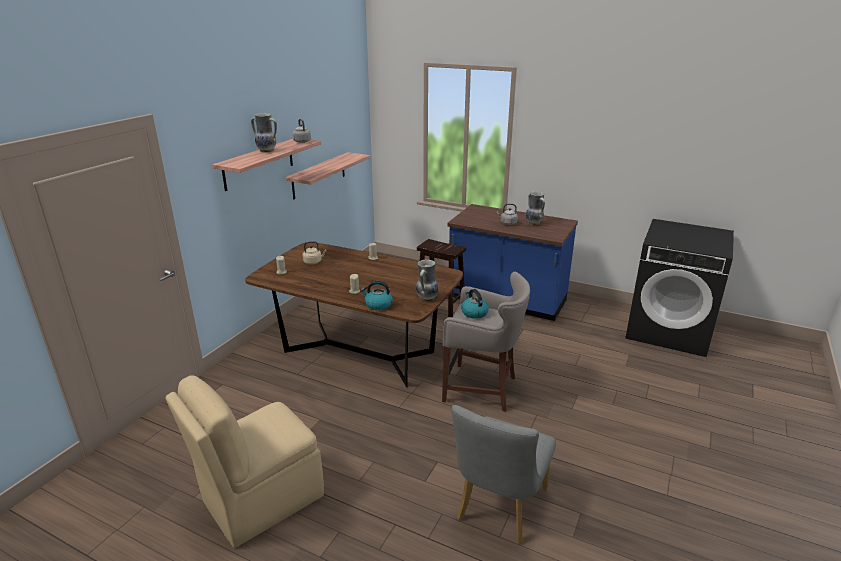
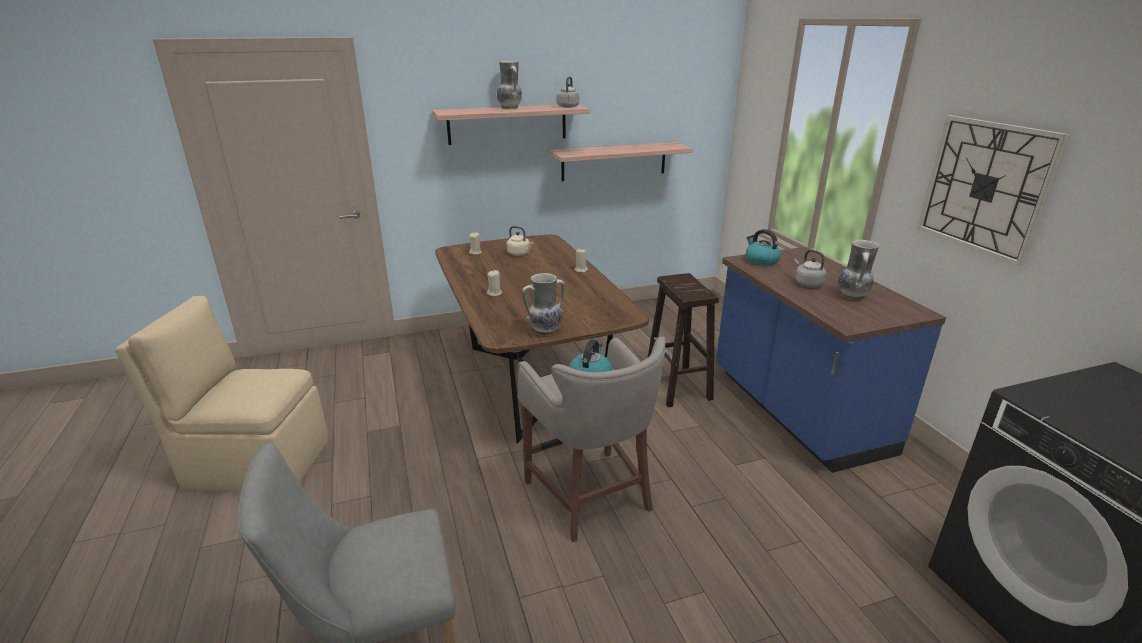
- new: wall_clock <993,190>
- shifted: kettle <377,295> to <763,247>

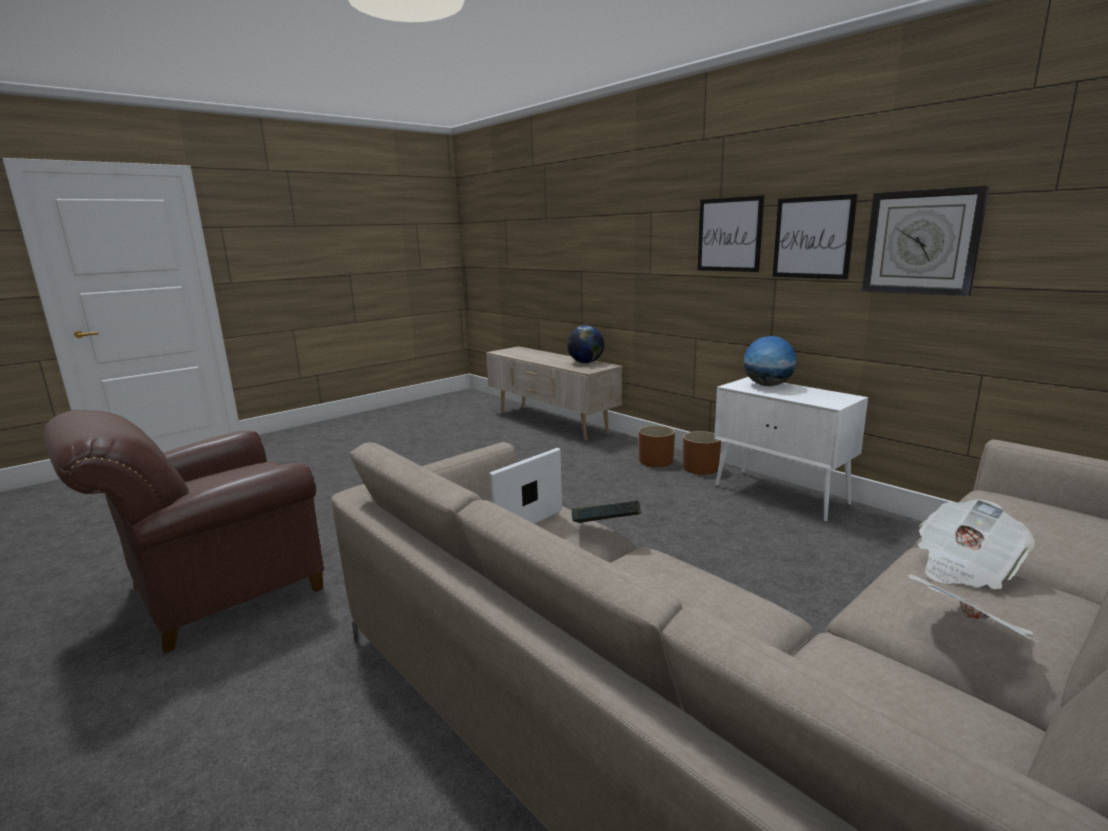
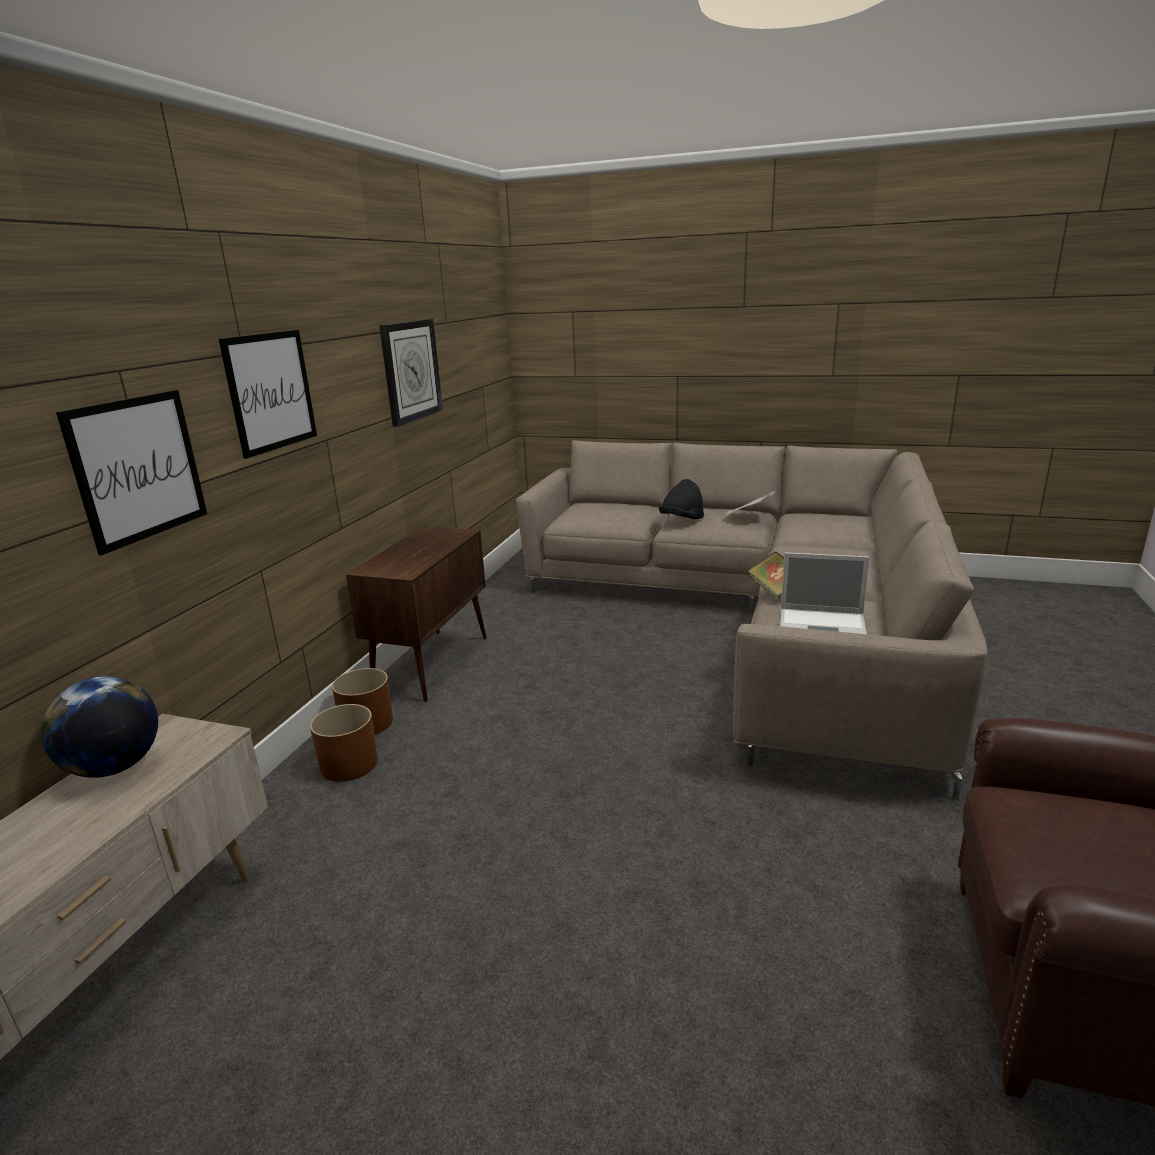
- gone: globe <770,361>
- shifted: picture <814,237> to <131,472>
- swapped: newspaper <976,544> to black_hat <681,499>
- repainted: white_cabinet <791,449> to brown_cabinet <416,614>

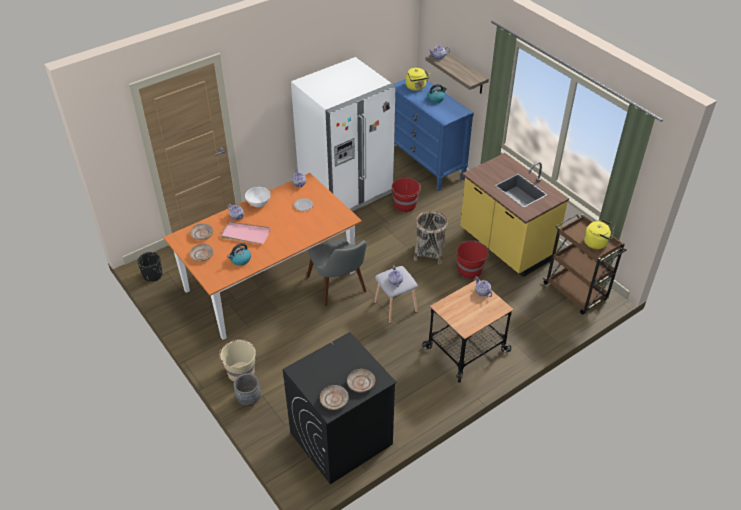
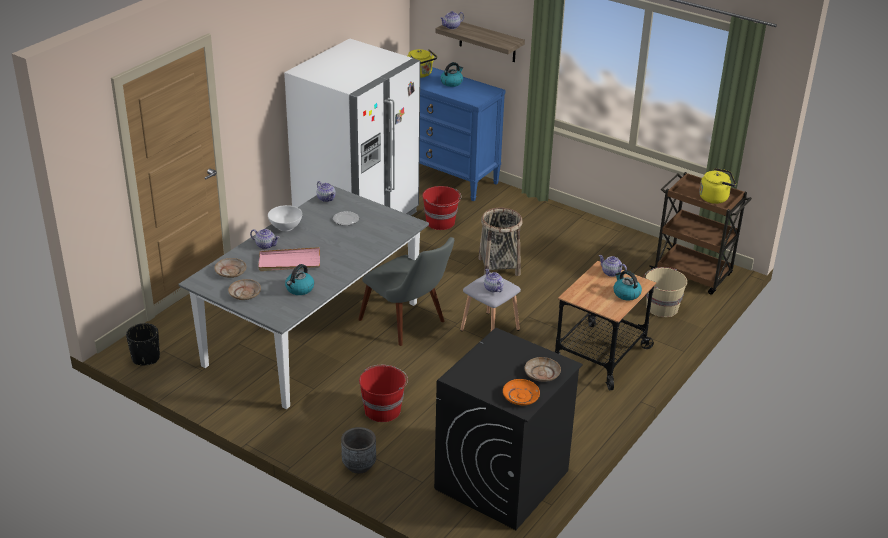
- gone: yellow_counter <514,215>
- new: kettle <627,285>
- shifted: beige_bucket <237,360> to <665,292>
- shifted: red_bucket <473,259> to <383,393>
- repainted: orange_dining_table <262,256> to grey_dining_table <304,297>
- repainted: beige_plate <334,397> to orange_plate <521,392>

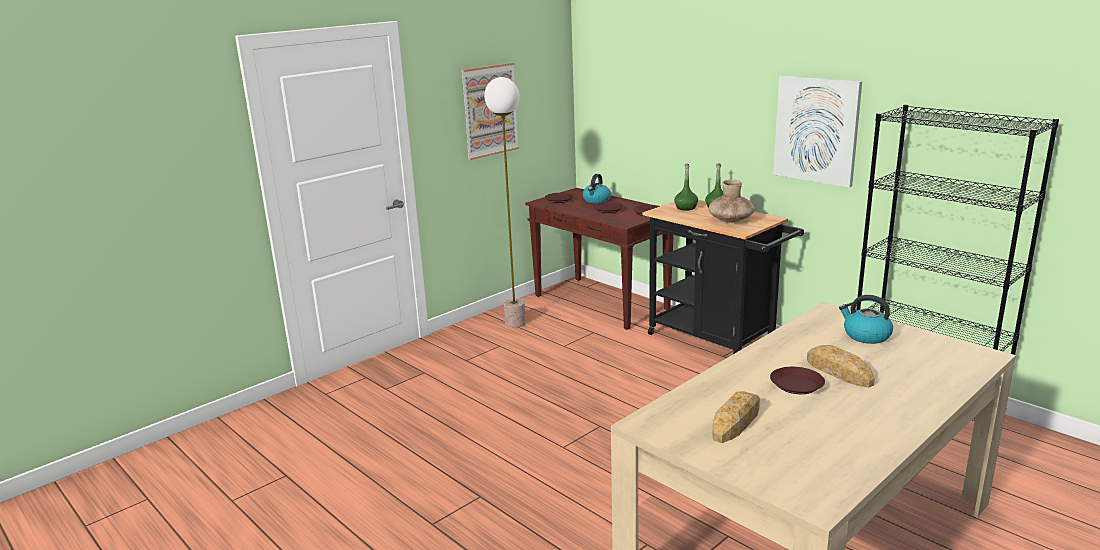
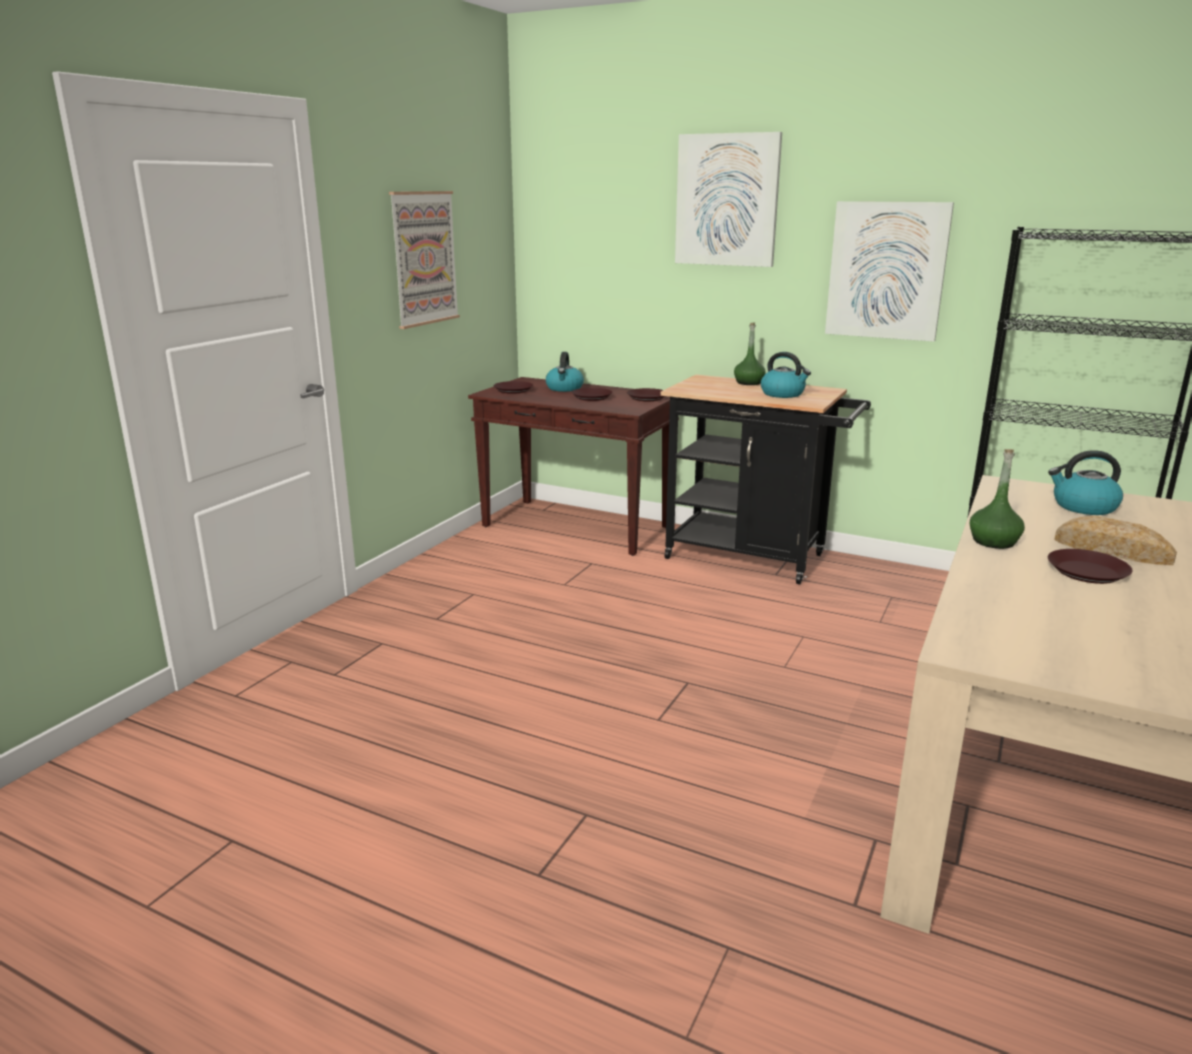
- gone: floor_lamp <505,202>
- gone: bread <736,417>
- new: picture <728,199>
- shifted: green_bottle <686,187> to <997,499>
- swapped: brown_vase <731,201> to kettle <786,375>

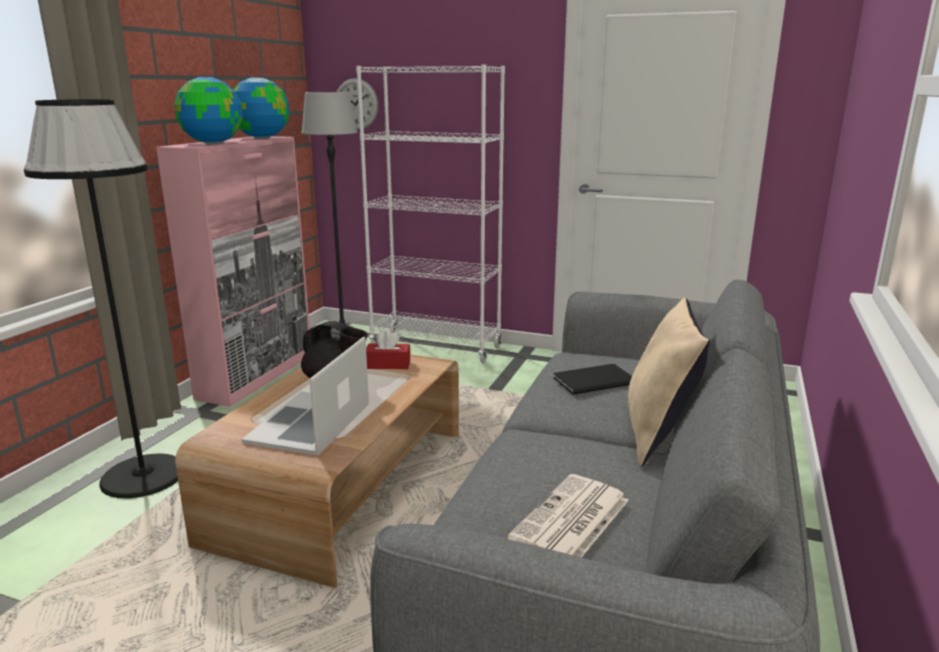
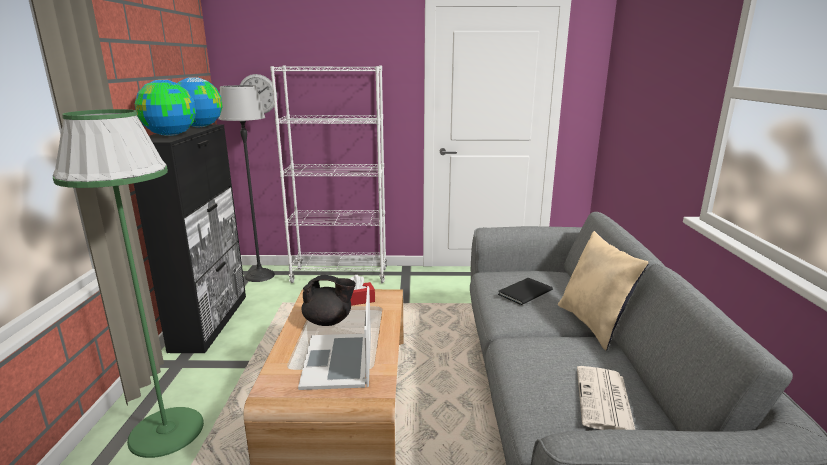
- repainted: black_floor_lamp <101,298> to green_floor_lamp <128,283>
- repainted: pink_cabinet <233,271> to black_cabinet <190,238>

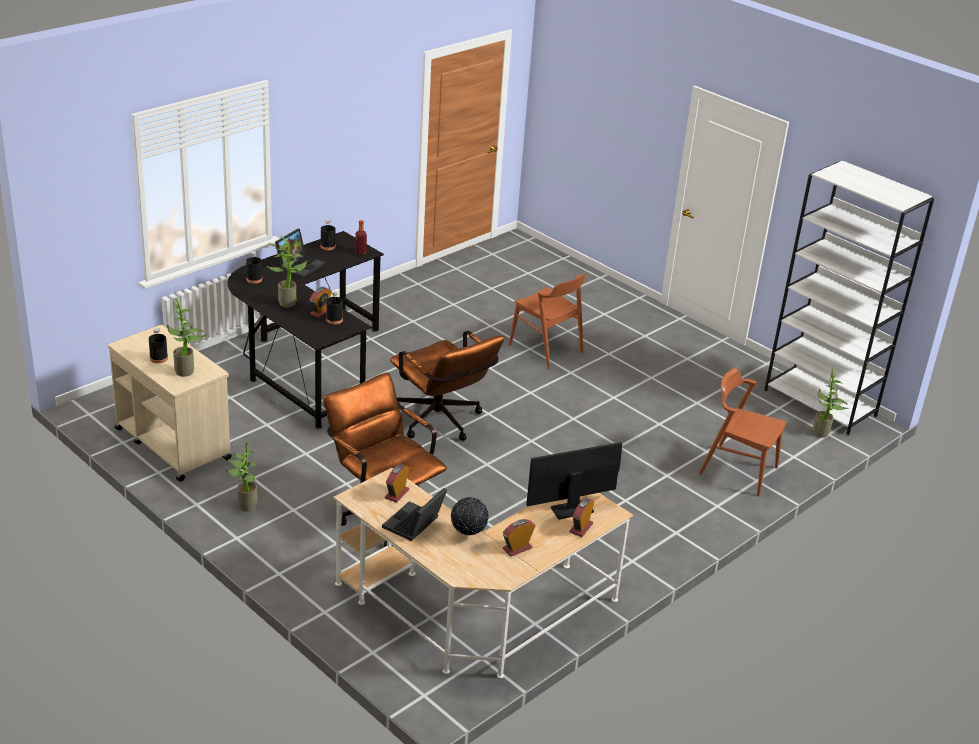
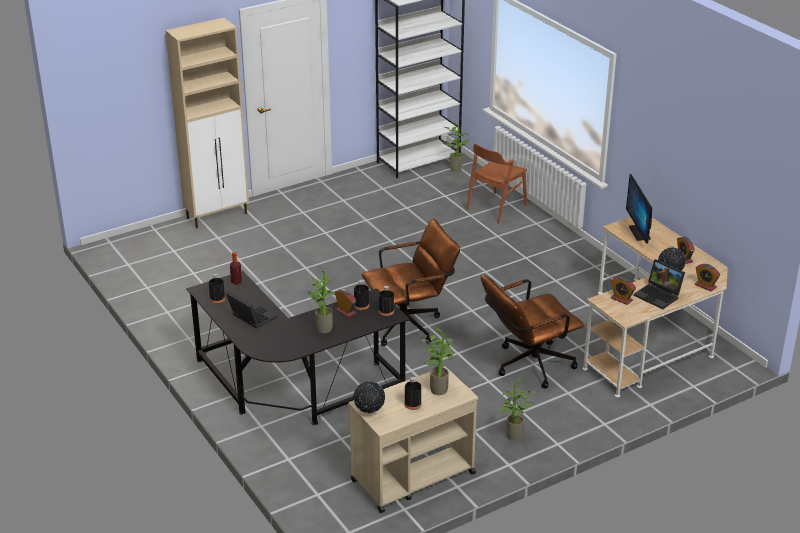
- gone: brown_chair <547,321>
- new: beige_cabinet <207,123>
- new: globe <369,397>
- shifted: black_bottle <254,267> to <386,300>
- shifted: alarm_clock <581,517> to <707,278>

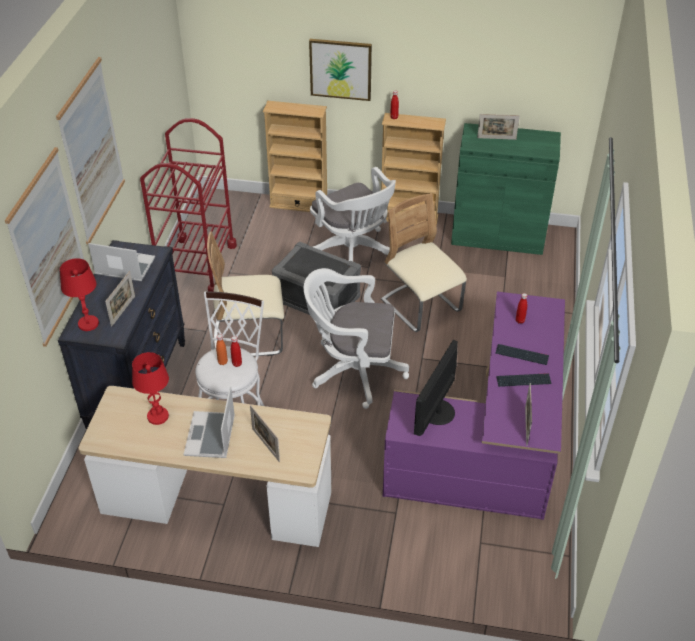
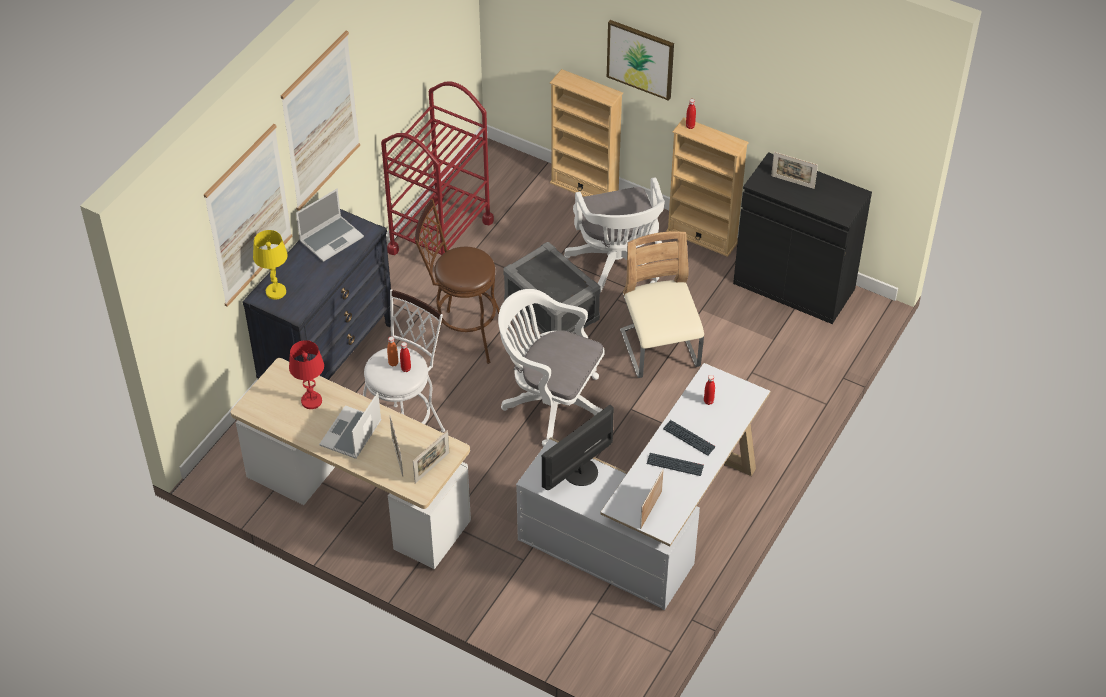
- shifted: picture_frame <120,299> to <431,457>
- swapped: beige_chair <245,294> to brown_stool <457,281>
- repainted: red_table_lamp <79,294> to yellow_table_lamp <270,265>
- repainted: purple_desk <474,406> to white_desk <643,486>
- repainted: green_cabinet <506,189> to black_cabinet <802,238>
- rotated: laptop <121,262> = <330,225> 105 degrees clockwise

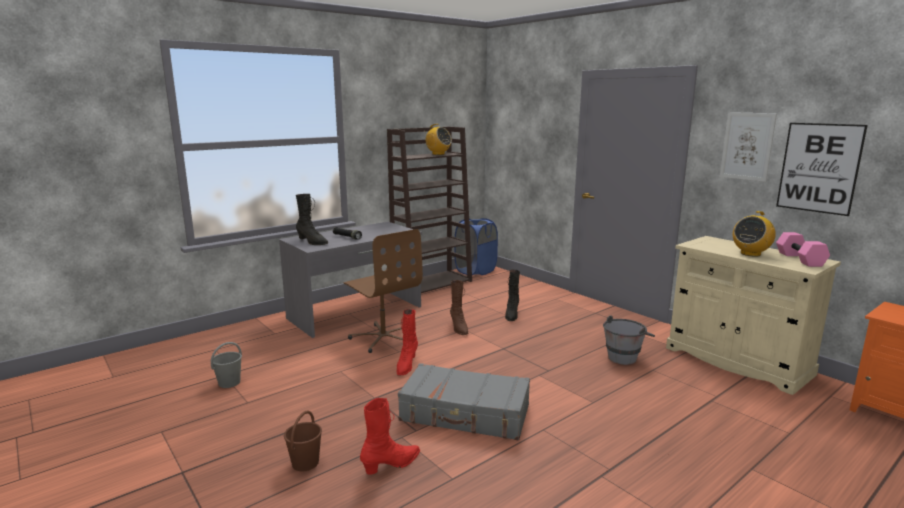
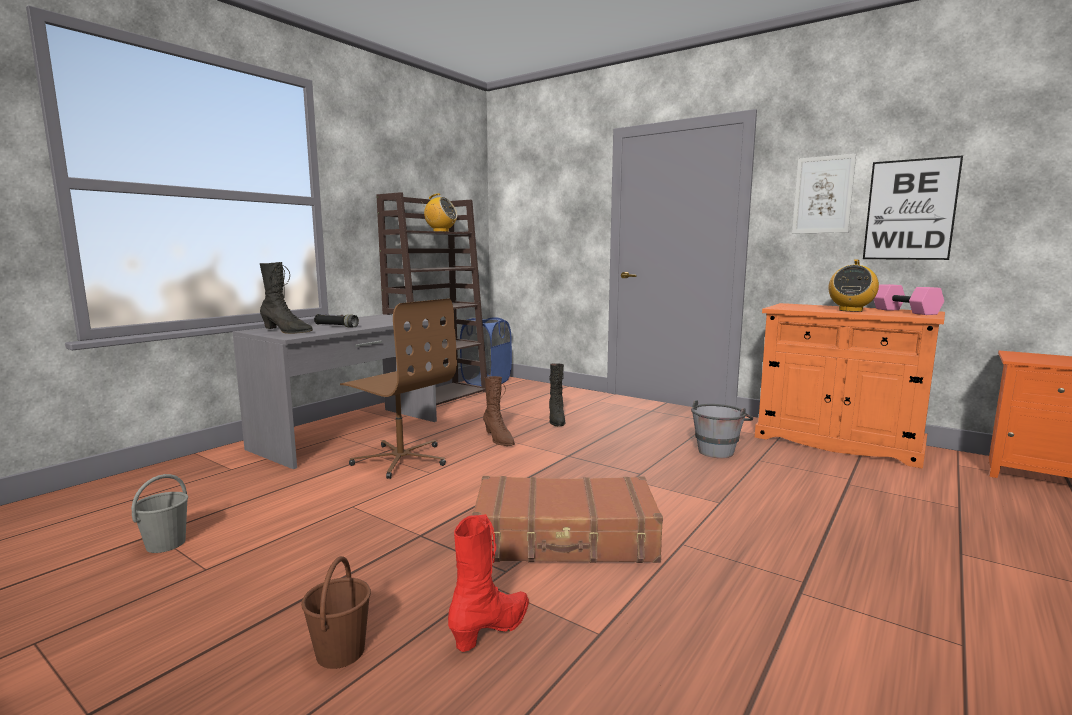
- gone: red_boot <407,342>
- repainted: grey_suitcase <464,401> to brown_suitcase <567,519>
- repainted: beige_cabinet <753,315> to orange_cabinet <850,385>

